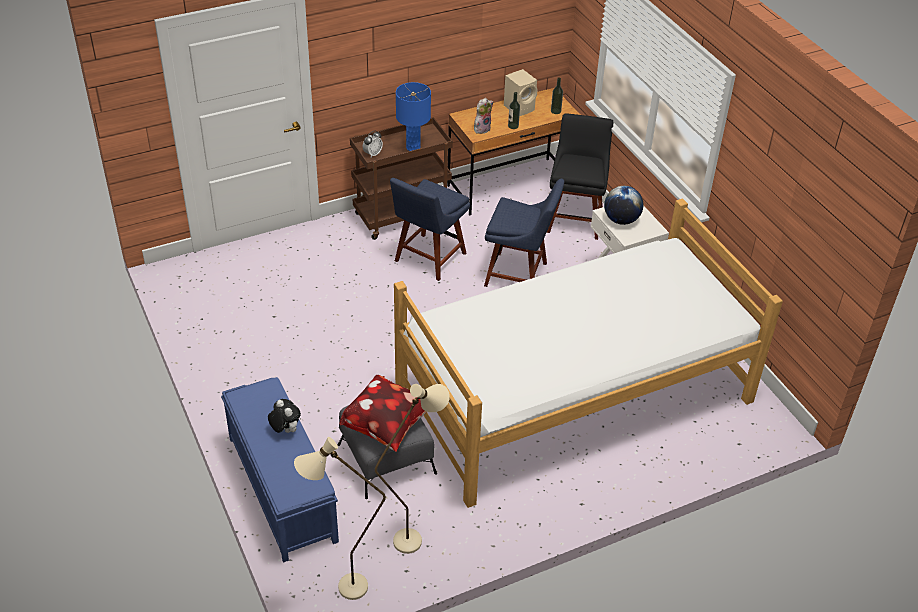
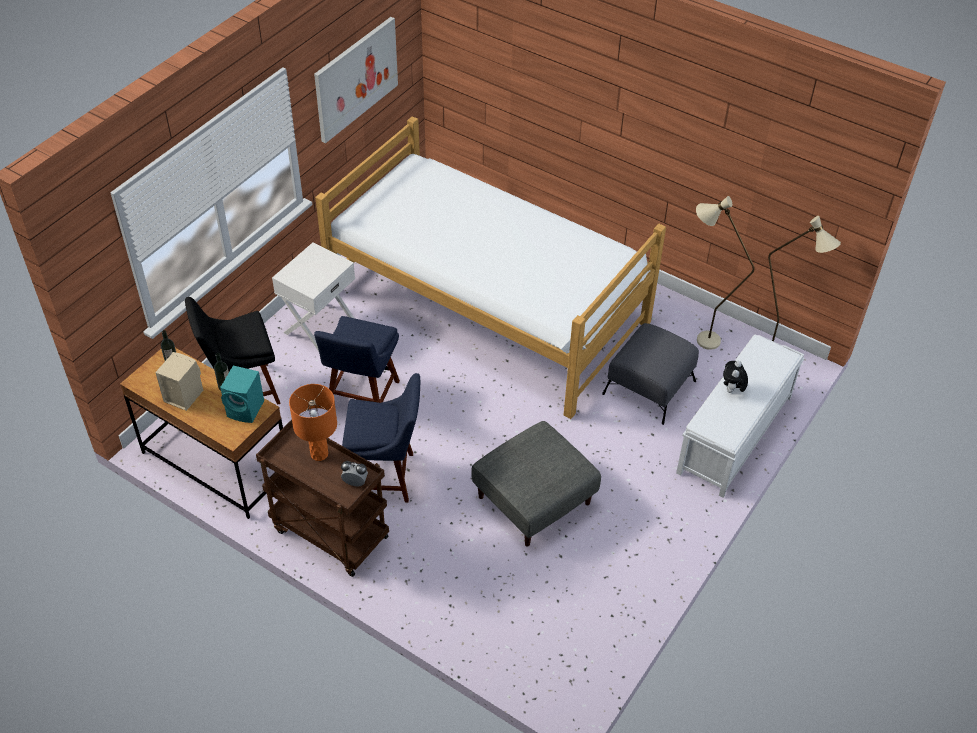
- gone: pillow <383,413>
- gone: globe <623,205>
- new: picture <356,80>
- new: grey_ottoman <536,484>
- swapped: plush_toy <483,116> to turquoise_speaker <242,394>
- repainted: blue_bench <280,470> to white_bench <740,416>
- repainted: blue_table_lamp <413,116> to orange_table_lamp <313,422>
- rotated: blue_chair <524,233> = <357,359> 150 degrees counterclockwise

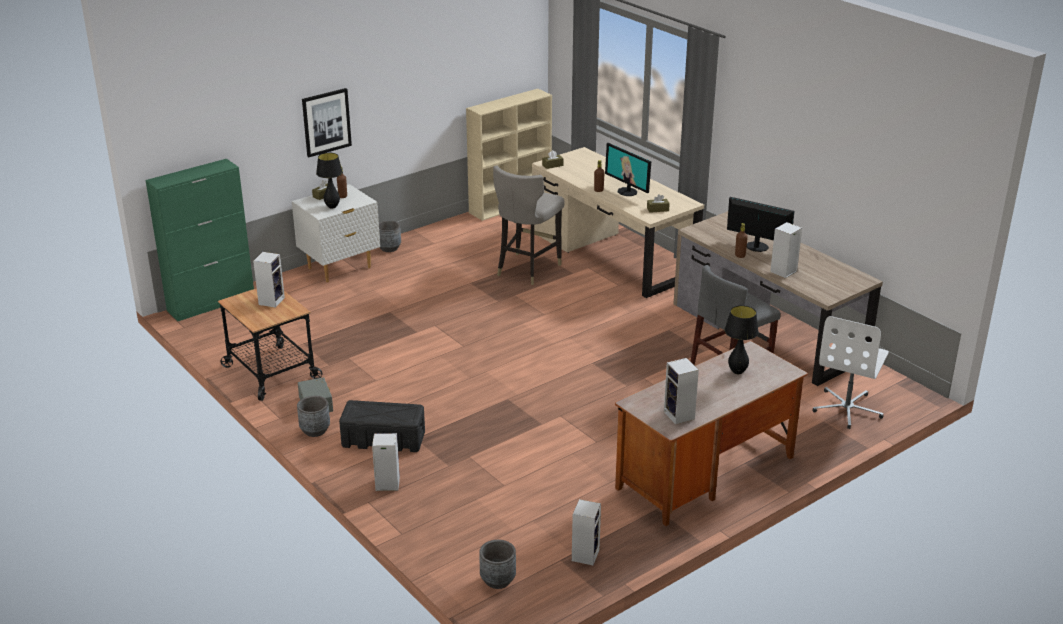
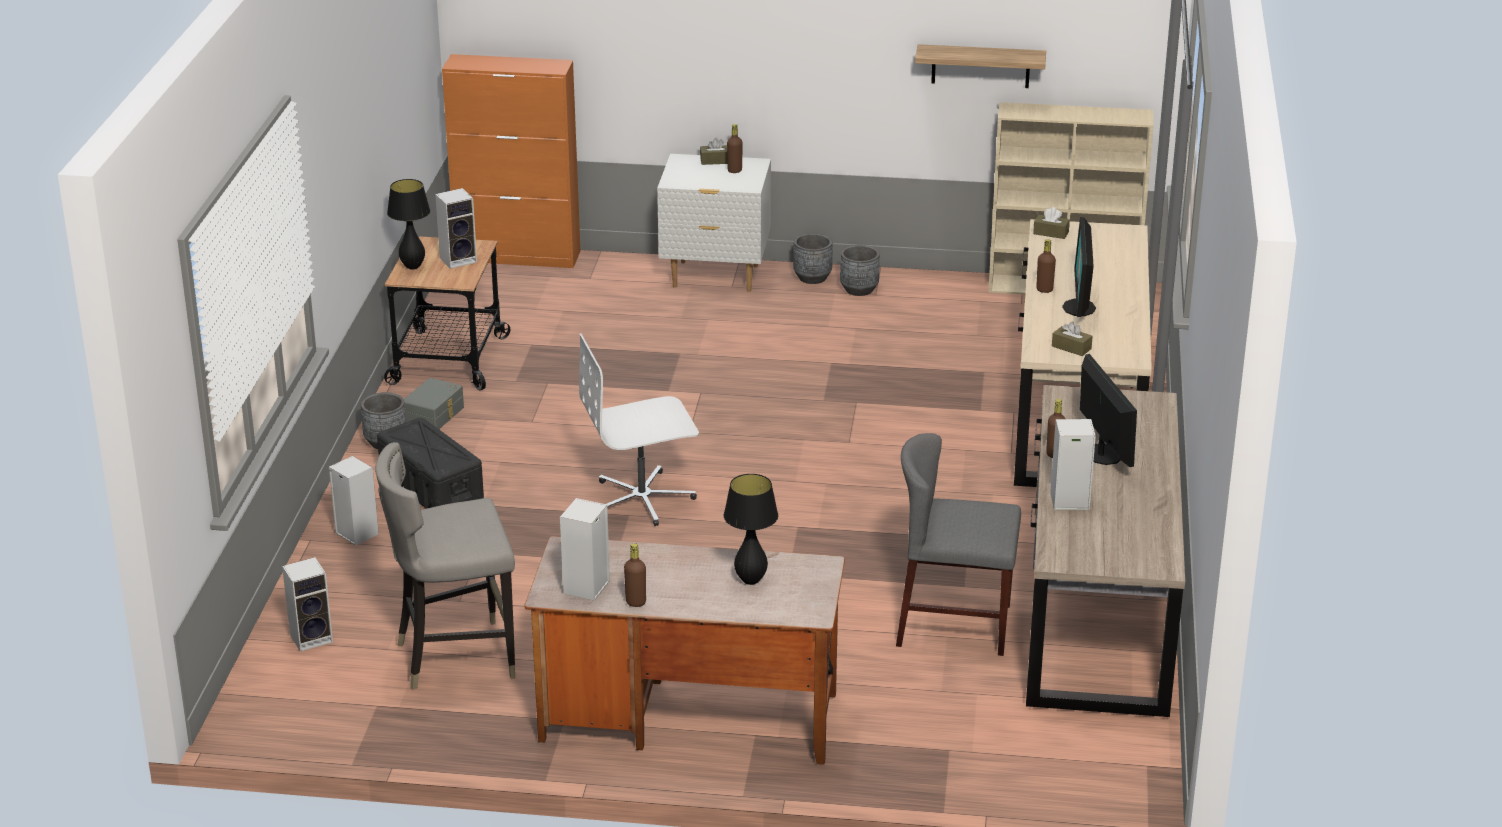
- gone: picture <327,122>
- new: brown_bottle <635,575>
- new: shelf <980,66>
- shifted: black_table_lamp <329,181> to <408,224>
- shifted: grey_planter <497,564> to <860,270>
- shifted: grey_stool <529,225> to <445,566>
- shifted: speaker <586,532> to <307,604>
- shifted: white_office_chair <850,372> to <639,430>
- repainted: green_cabinet <199,240> to orange_cabinet <511,161>

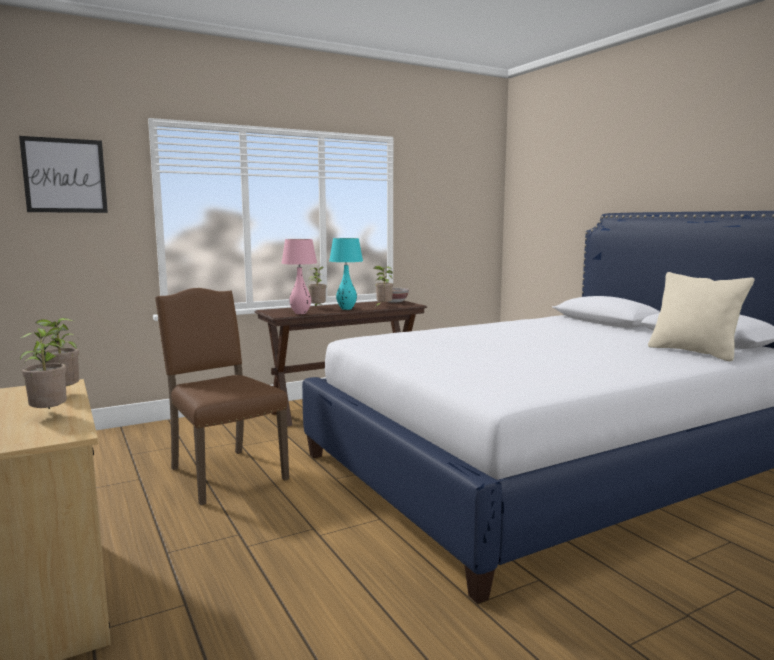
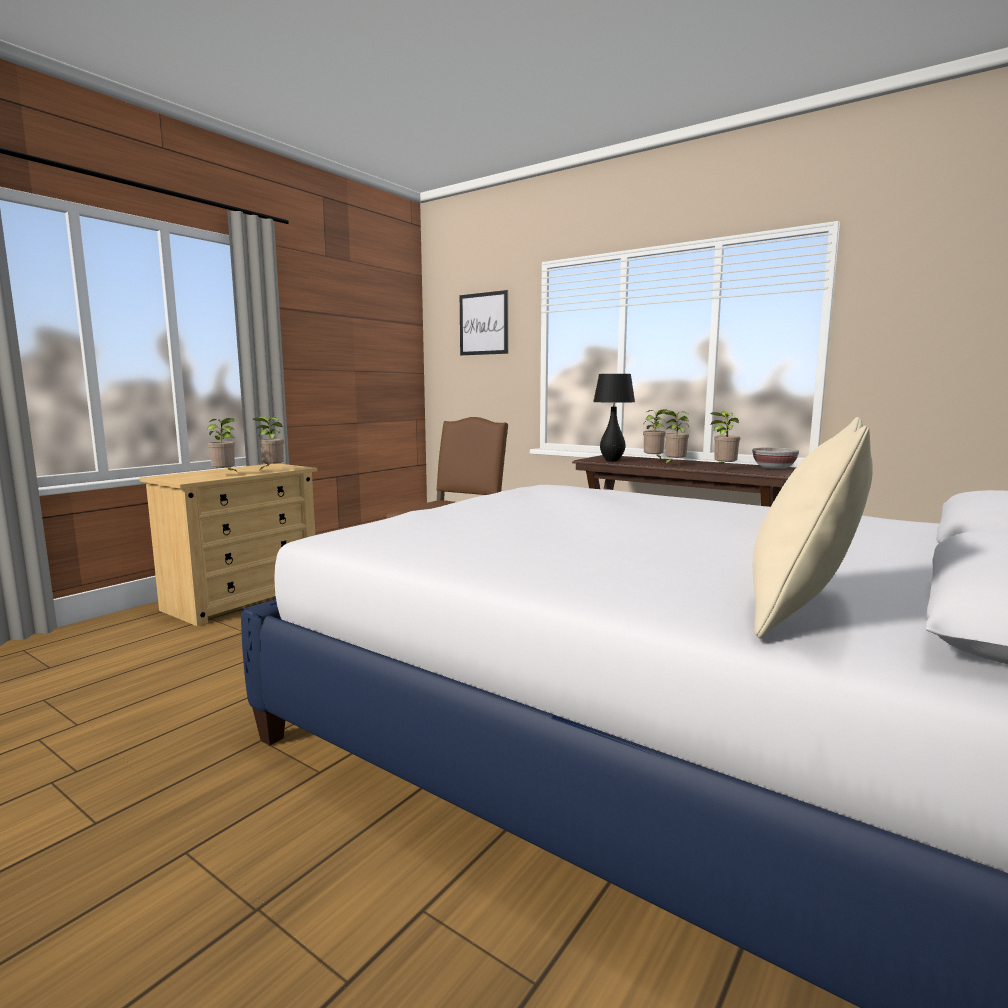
- swapped: turquoise_table_lamp <346,274> to potted_plant <676,437>
- repainted: pink_table_lamp <299,276> to black_table_lamp <614,418>

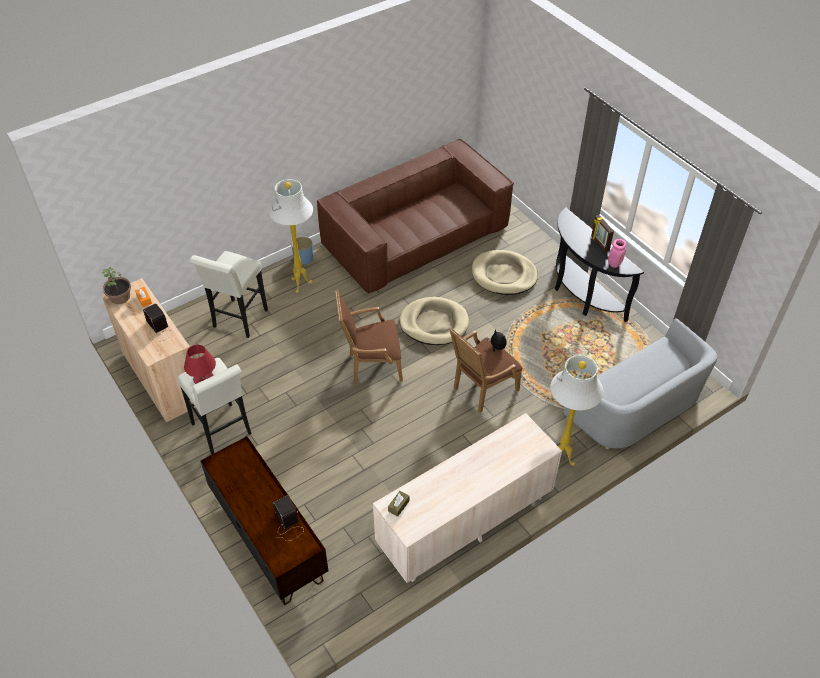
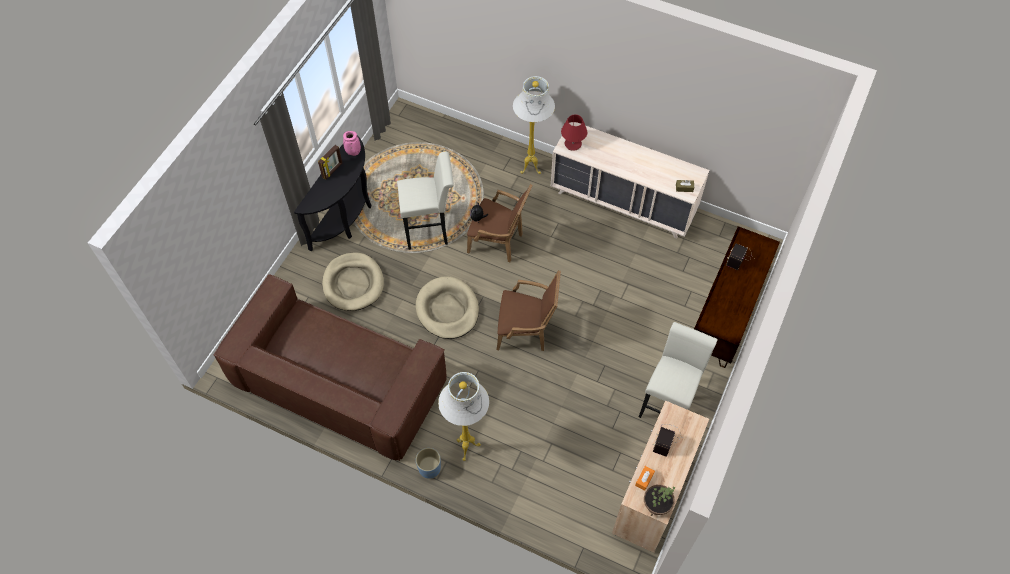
- gone: grey_sofa <641,383>
- shifted: red_table_lamp <200,364> to <574,133>
- shifted: white_stool <228,294> to <425,201>
- rotated: brown_armchair <369,336> = <529,310> 45 degrees counterclockwise

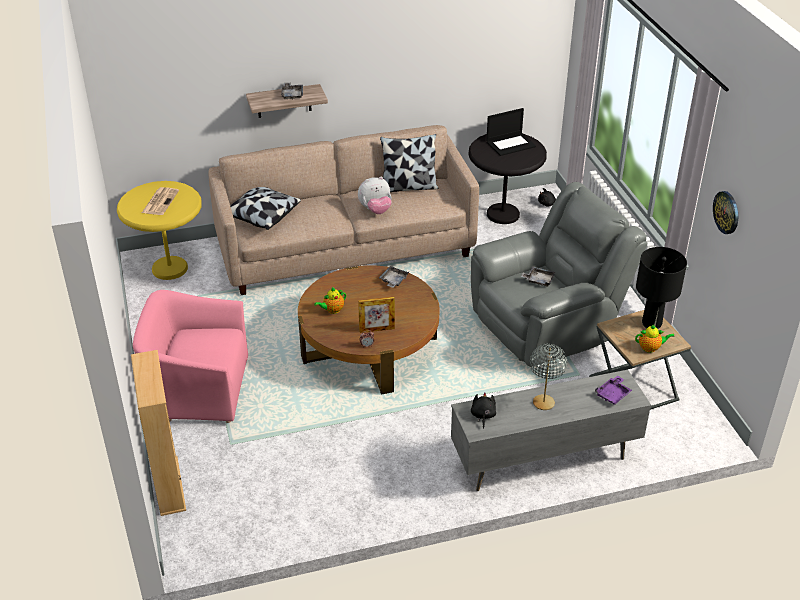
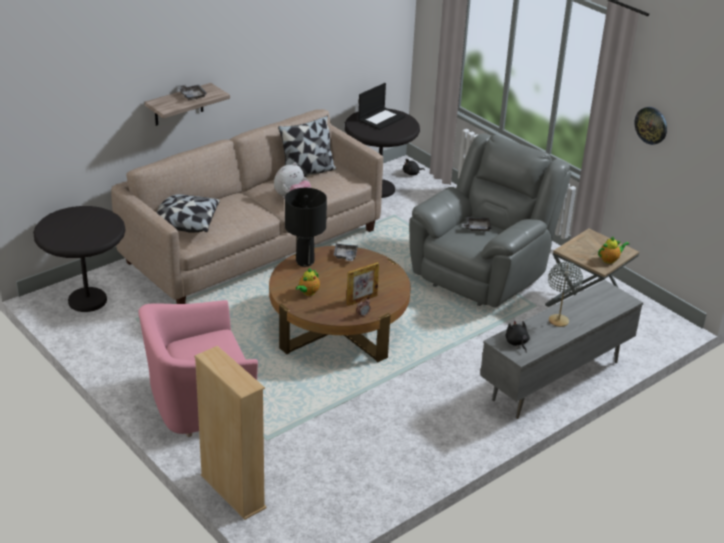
- gone: newspaper <160,201>
- gone: purple_tray <613,390>
- shifted: black_table_lamp <661,288> to <306,227>
- repainted: yellow_side_table <159,230> to black_side_table <79,259>

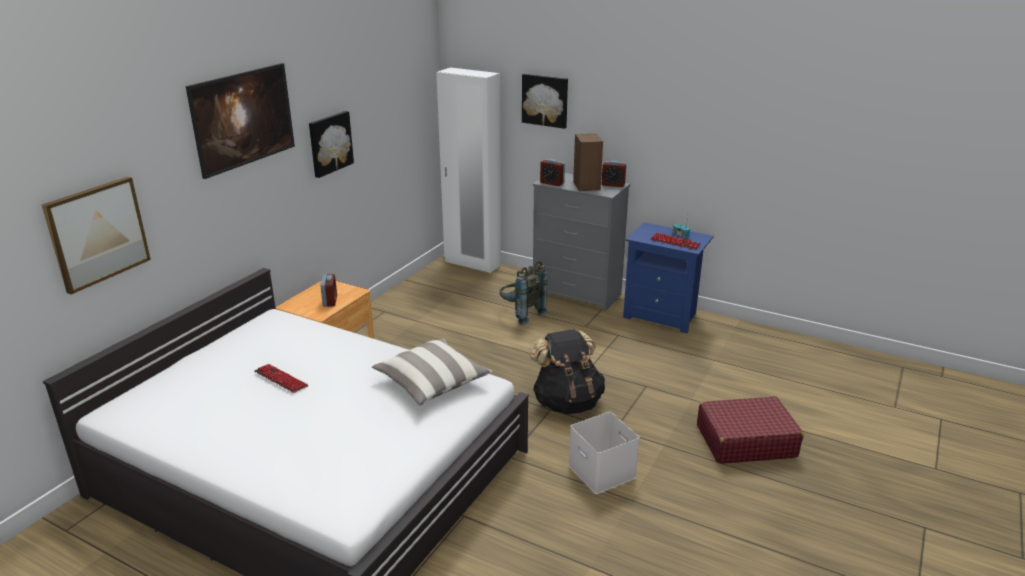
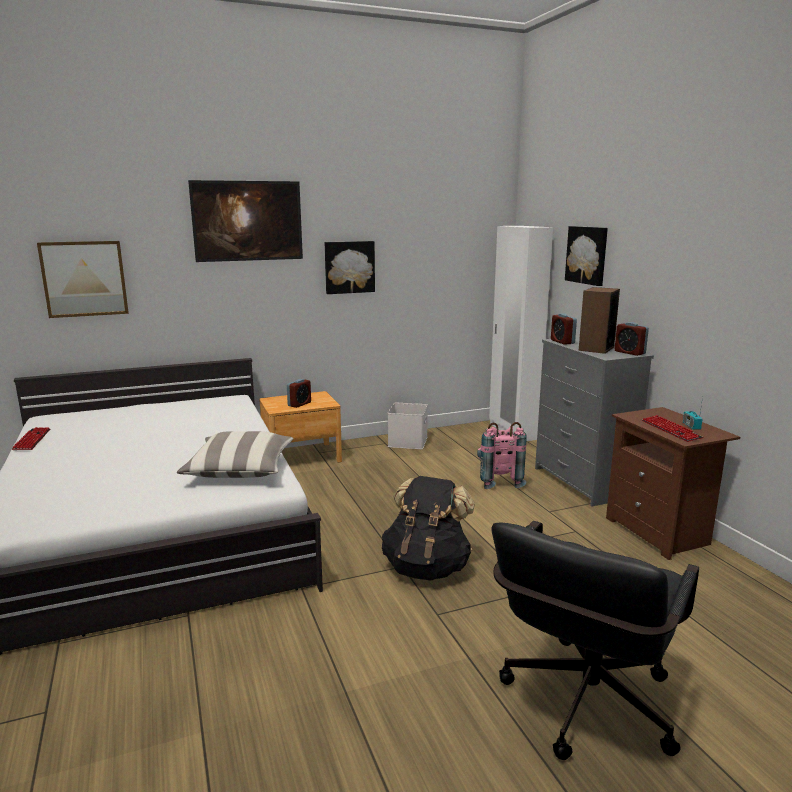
- shifted: keyboard <281,378> to <31,438>
- shifted: white_storage_box <604,453> to <408,425>
- swapped: red_suitcase <750,430> to black_office_chair <595,640>
- repainted: grey_backpack <523,293> to pink_backpack <502,455>
- repainted: blue_nightstand <668,277> to brown_nightstand <673,483>

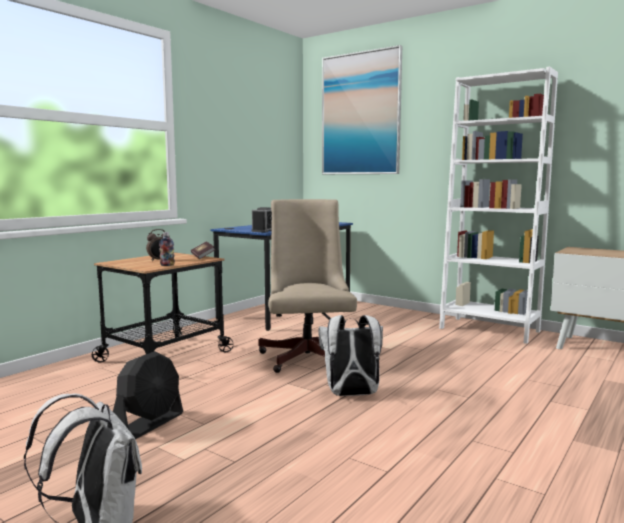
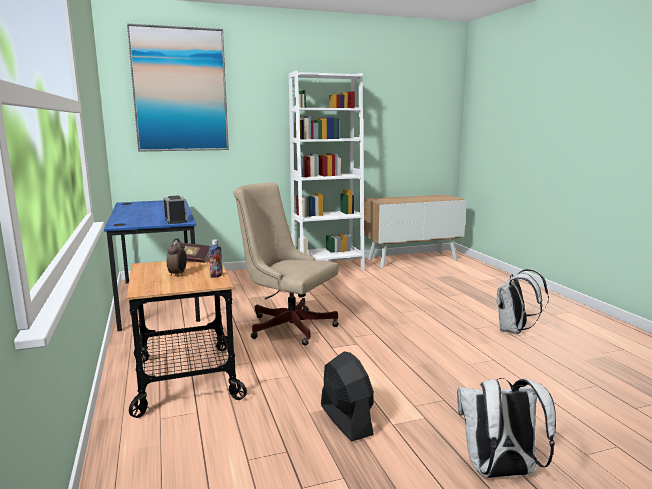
- shifted: white_backpack <350,355> to <522,301>

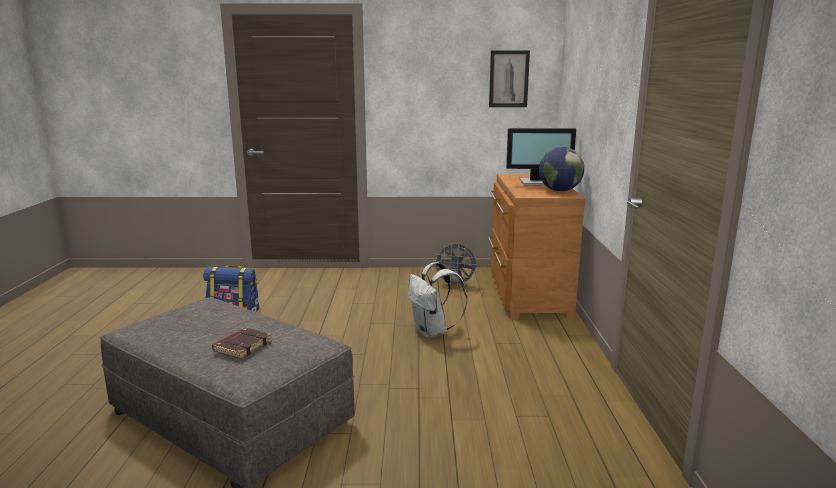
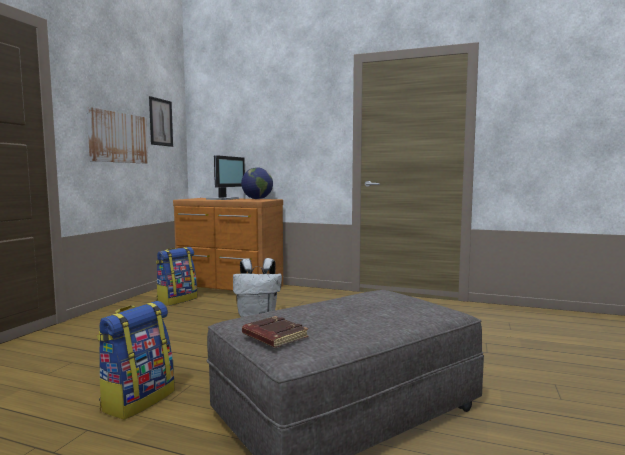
- new: picture <117,135>
- shifted: brown_book <242,343> to <275,332>
- swapped: grey_fan <455,265> to backpack <176,276>

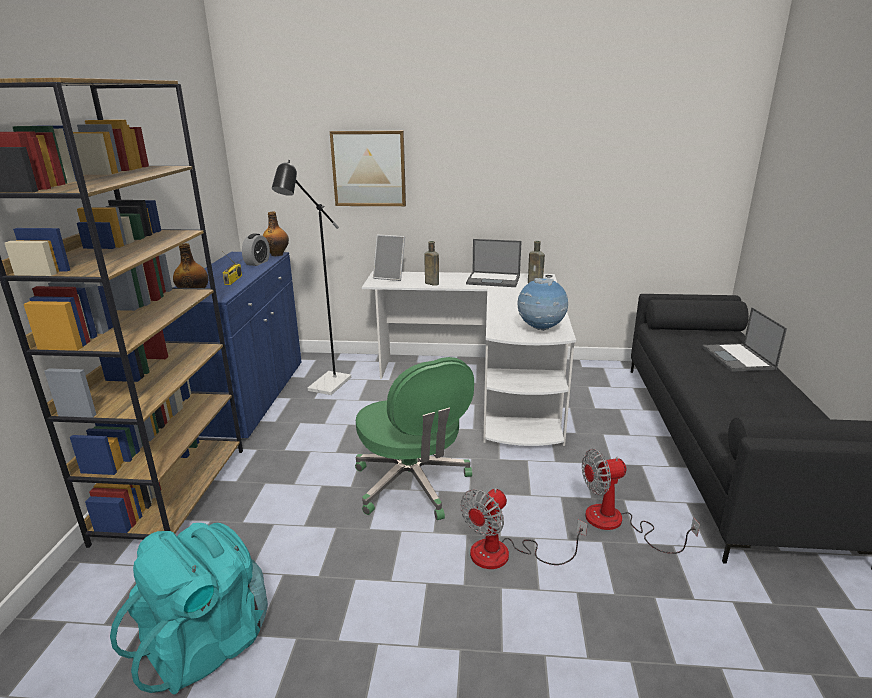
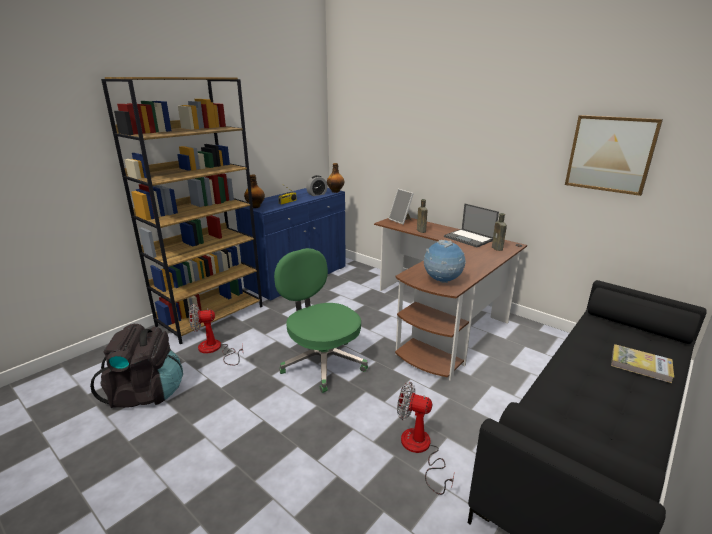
- gone: black_floor_lamp <311,277>
- shifted: picture <368,168> to <614,155>
- shifted: fan <523,528> to <216,335>
- swapped: laptop <744,339> to book <642,363>
- repainted: turquoise_backpack <189,609> to black_backpack <136,366>
- repainted: white_desk <469,358> to brown_desk <450,299>
- rotated: green_office_chair <414,438> = <321,320> 135 degrees clockwise

